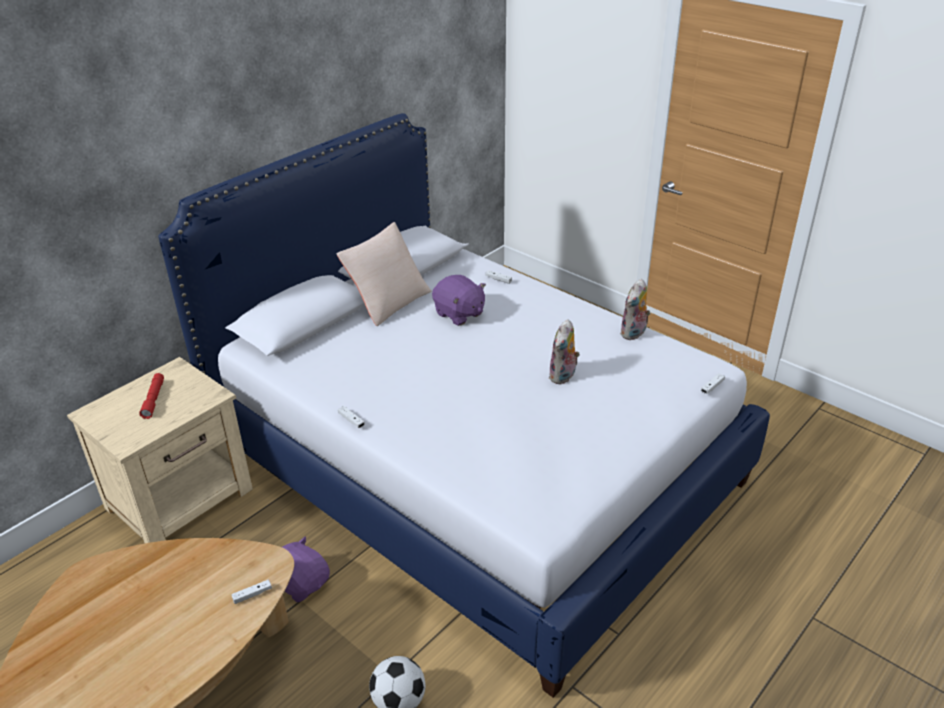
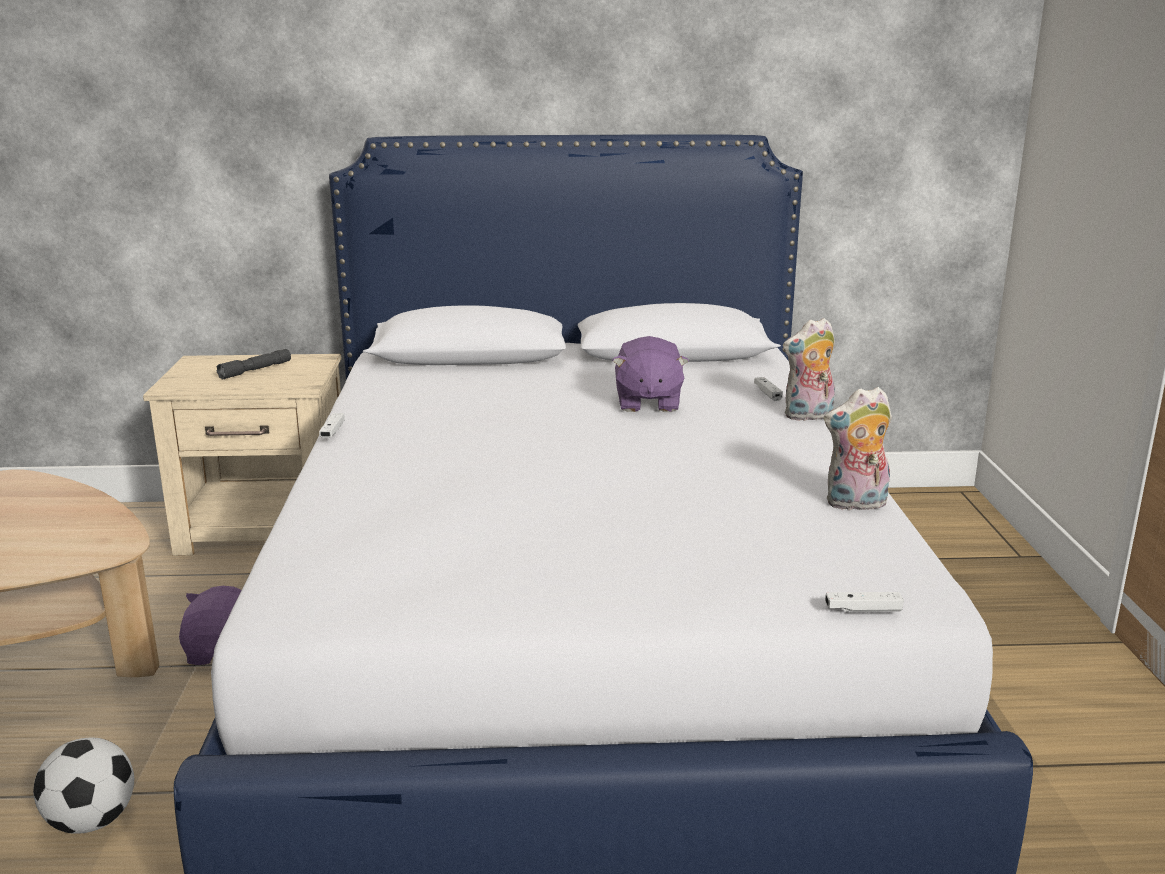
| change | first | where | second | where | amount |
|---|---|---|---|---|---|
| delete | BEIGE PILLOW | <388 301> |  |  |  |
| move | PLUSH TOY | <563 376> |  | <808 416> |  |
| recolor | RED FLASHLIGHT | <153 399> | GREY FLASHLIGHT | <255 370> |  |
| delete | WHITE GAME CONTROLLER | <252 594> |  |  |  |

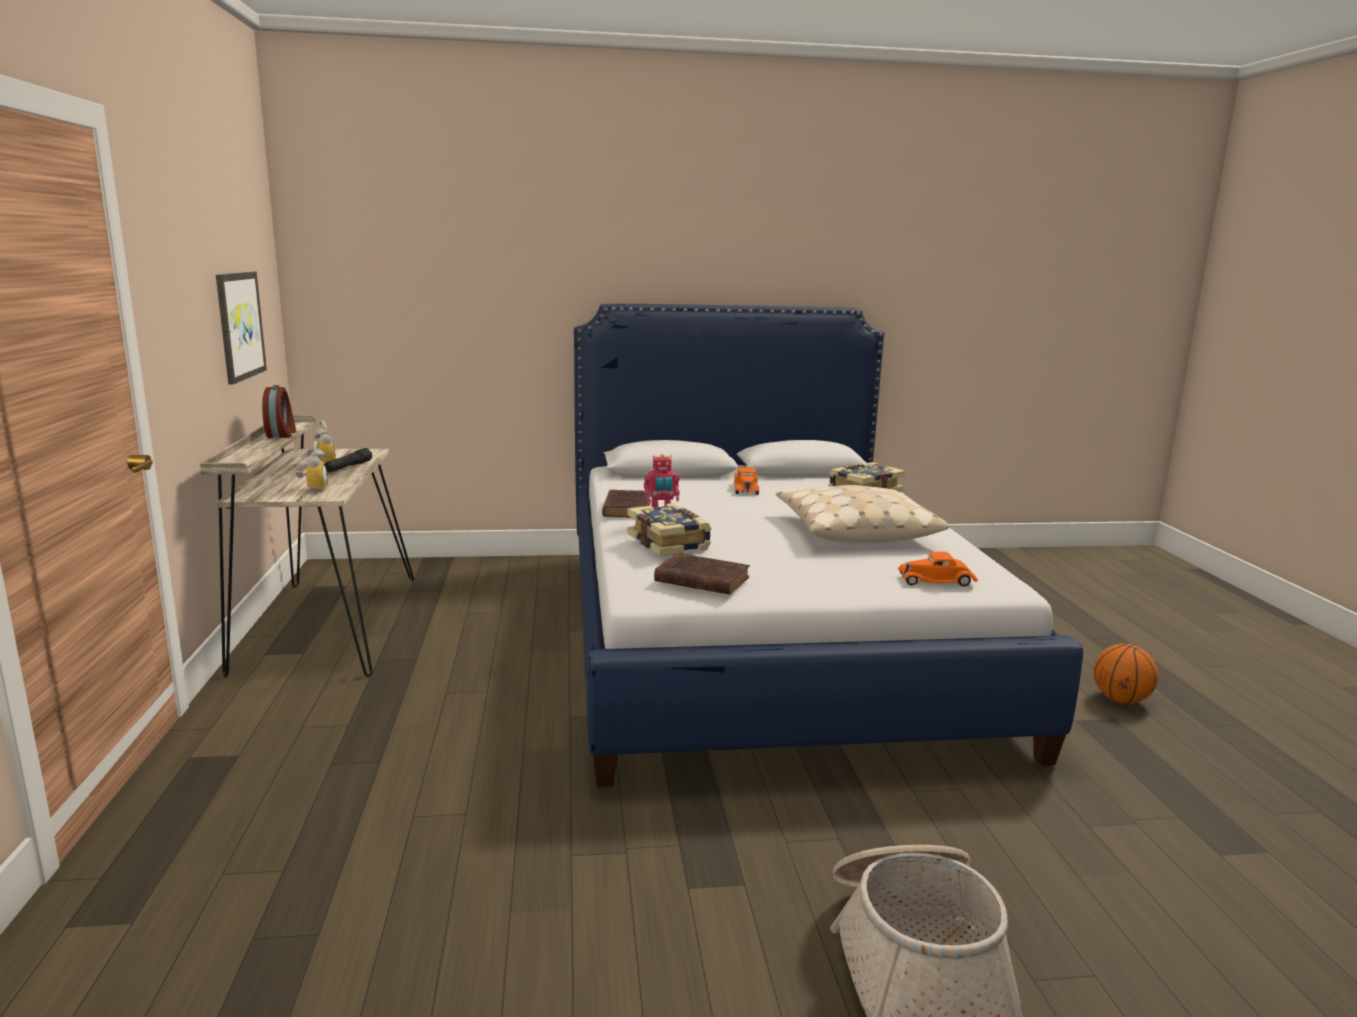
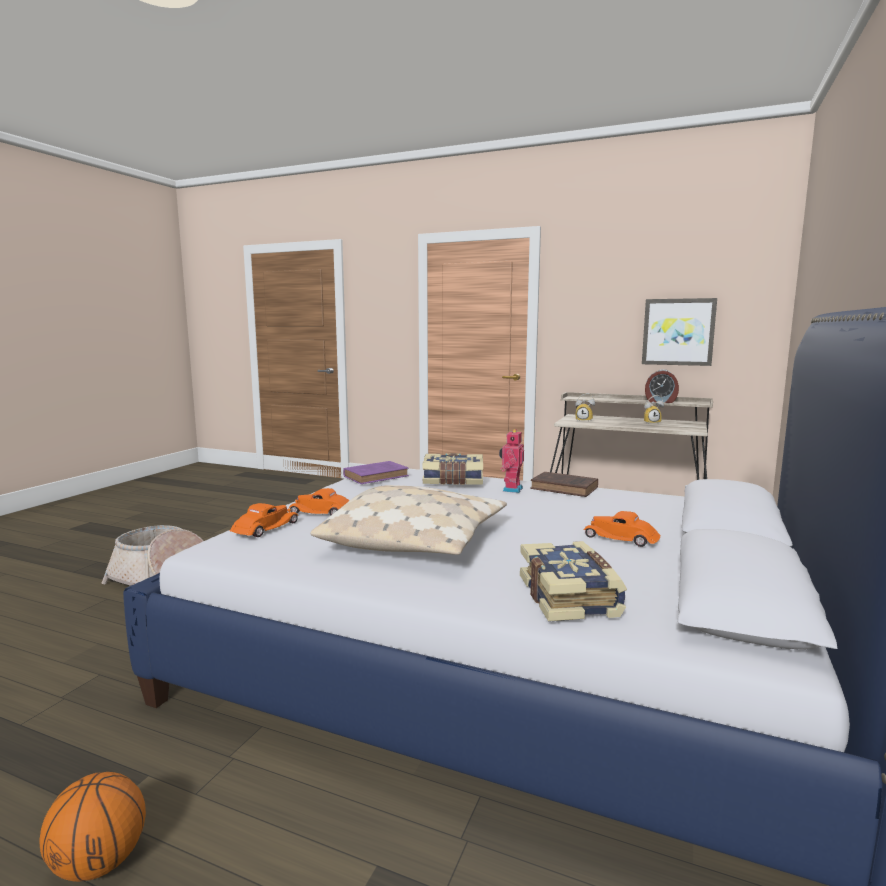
| change | first | where | second | where | amount |
|---|---|---|---|---|---|
| delete | BLACK FLASHLIGHT | <348 467> |  |  |  |
| recolor | BROWN BOOK | <699 579> | PURPLE BOOK | <377 476> |  |
| insert |  |  | ORANGE TOY CAR | <322 512> |  |

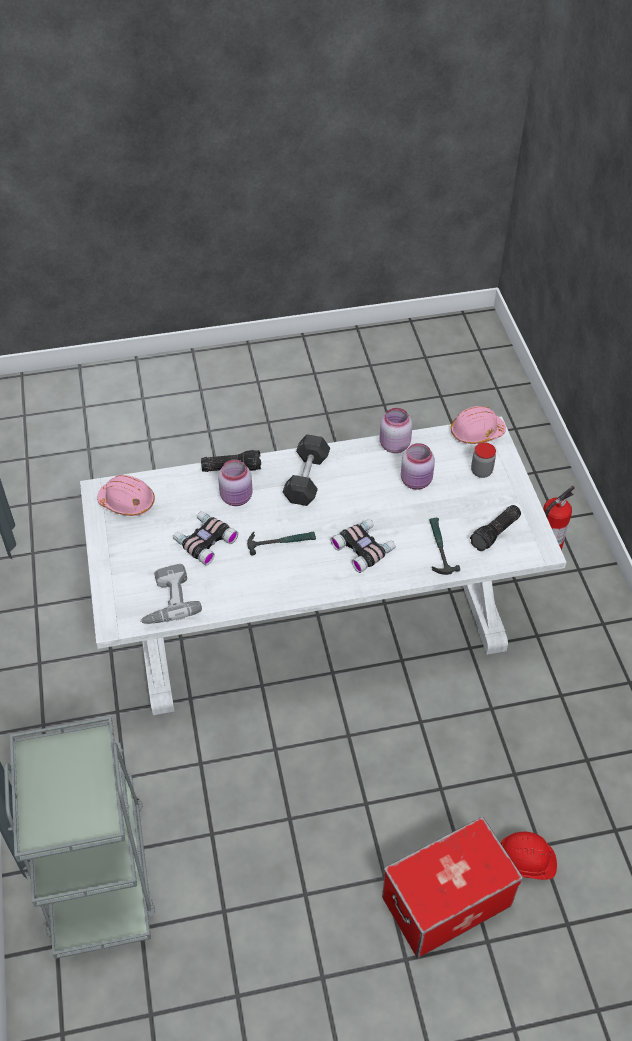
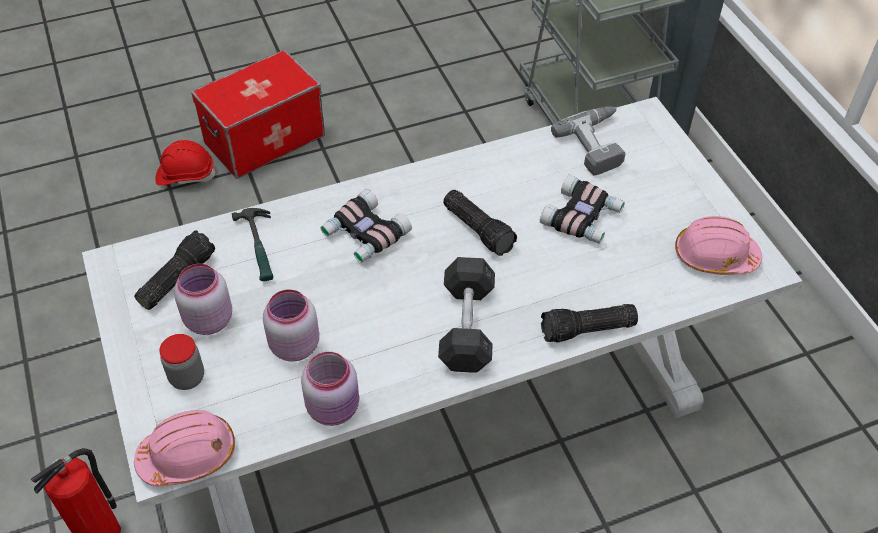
| change | first | where | second | where | amount |
|---|---|---|---|---|---|
| move | PINK JAR | <237 498> |  | <207 320> |  |
| replace | HAMMER | <281 542> | FLASHLIGHT | <479 229> |  |

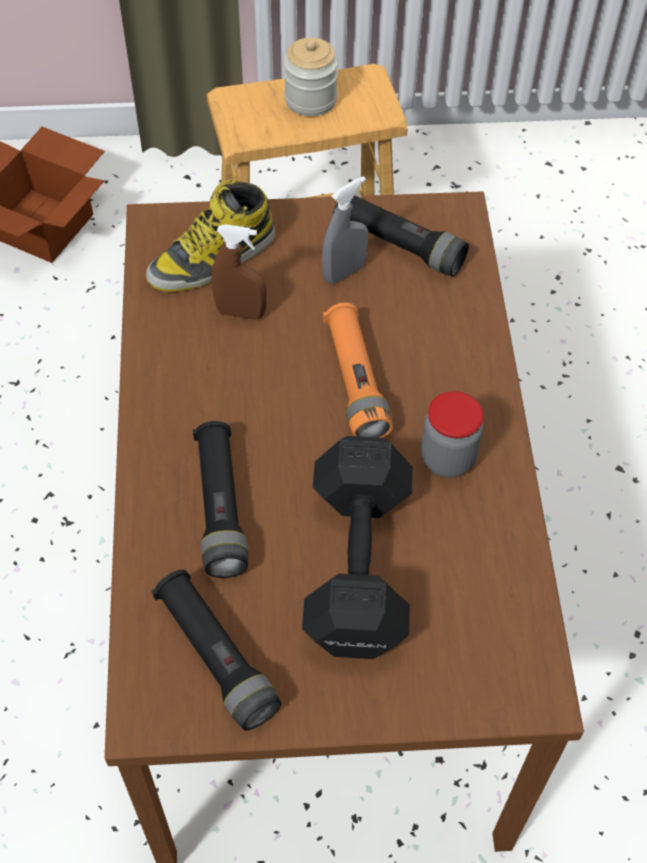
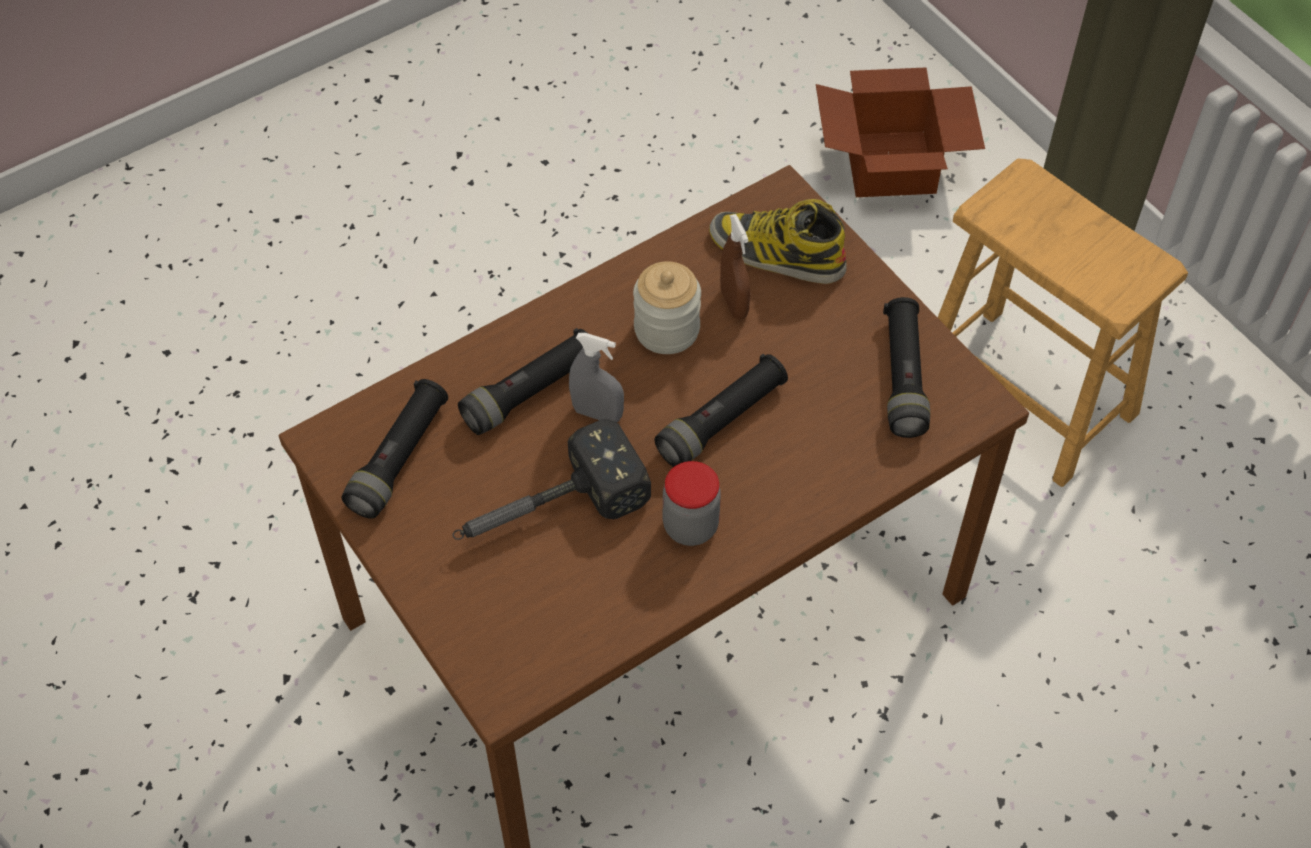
| change | first | where | second | where | amount |
|---|---|---|---|---|---|
| move | JAR | <310 99> |  | <666 329> |  |
| move | GREY SPRAY BOTTLE | <344 272> |  | <597 413> |  |
| recolor | ORANGE FLASHLIGHT | <356 382> | BLACK FLASHLIGHT | <722 421> |  |
| replace | BLACK DUMBBELL | <360 561> | HAMMER | <545 511> |  |

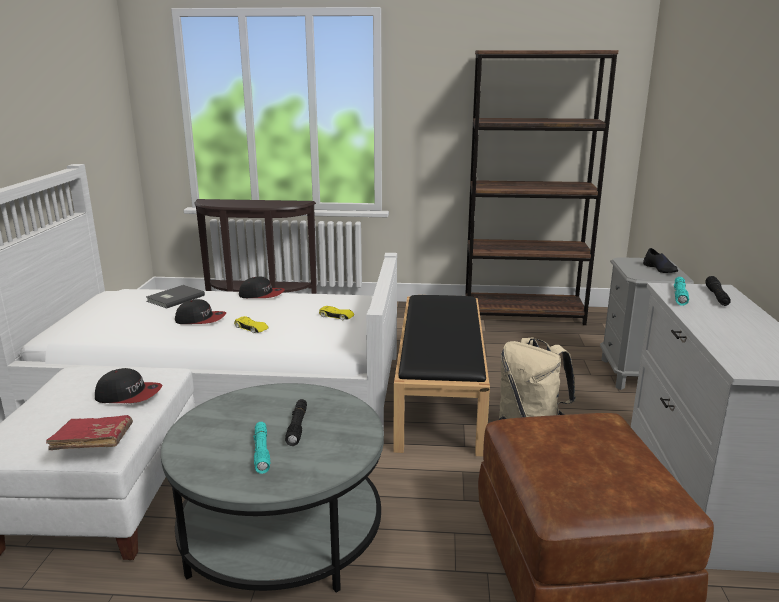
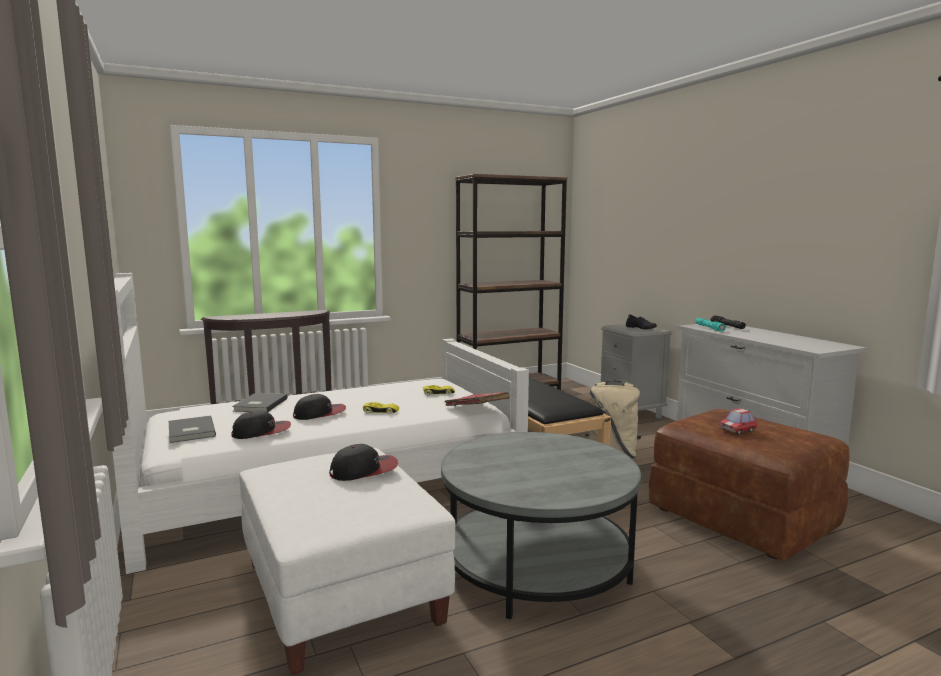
| change | first | where | second | where | amount |
|---|---|---|---|---|---|
| move | CAP | <262 295> |  | <262 432> |  |
| delete | BLACK FLASHLIGHT | <297 427> |  |  |  |
| move | RED BOOK | <94 445> |  | <476 409> |  |
| delete | TURQUOISE FLASHLIGHT | <261 452> |  |  |  |
| insert |  |  | TOY CAR | <738 430> |  |
| insert |  |  | GREY BOOK | <190 431> |  |

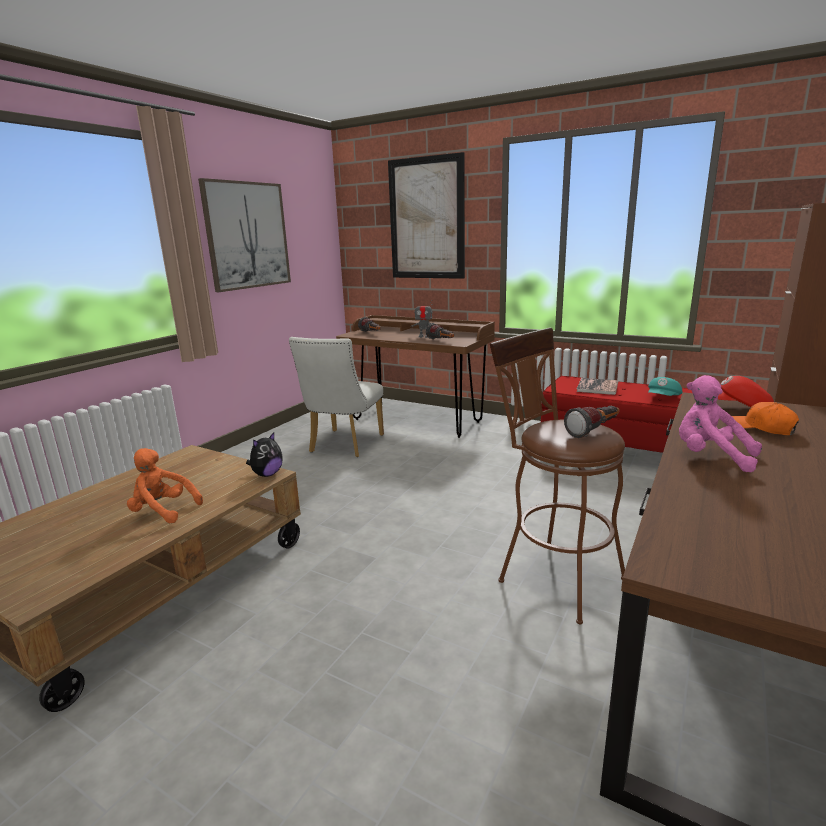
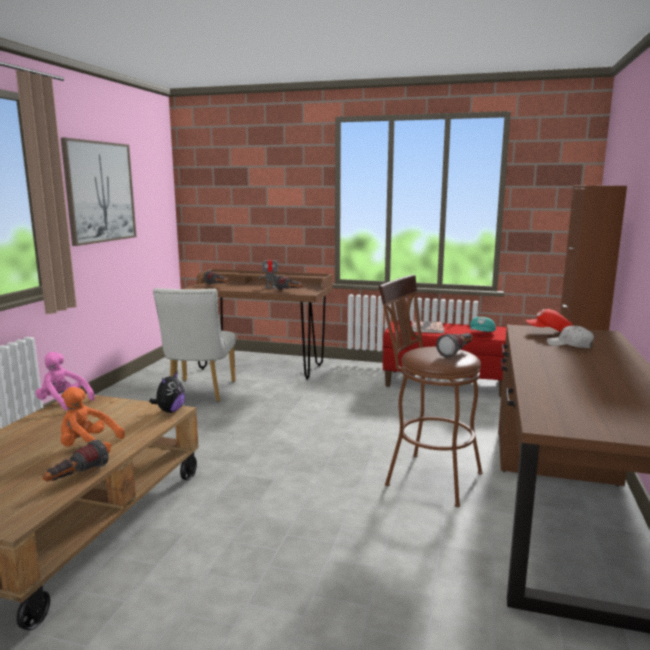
| change | first | where | second | where | amount |
|---|---|---|---|---|---|
| delete | PICTURE | <426 219> |  |  |  |
| move | PINK PLUSH TOY | <710 457> |  | <63 403> |  |
| recolor | ORANGE CAP | <761 428> | WHITE CAP | <570 345> |  |
| insert |  |  | FLASHLIGHT | <76 477> |  |

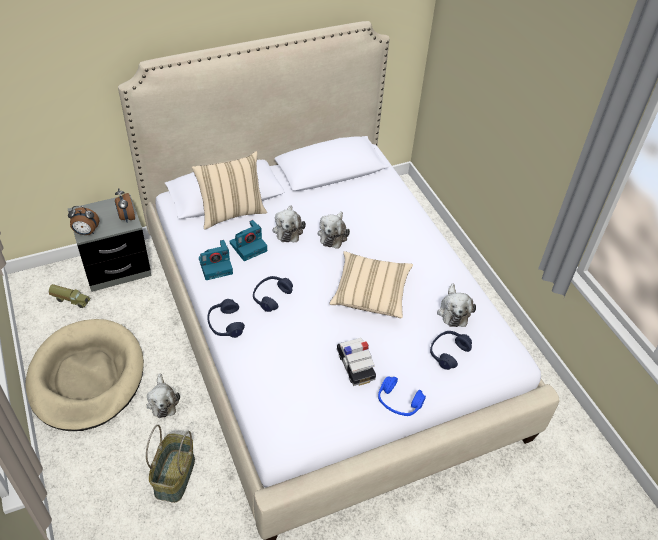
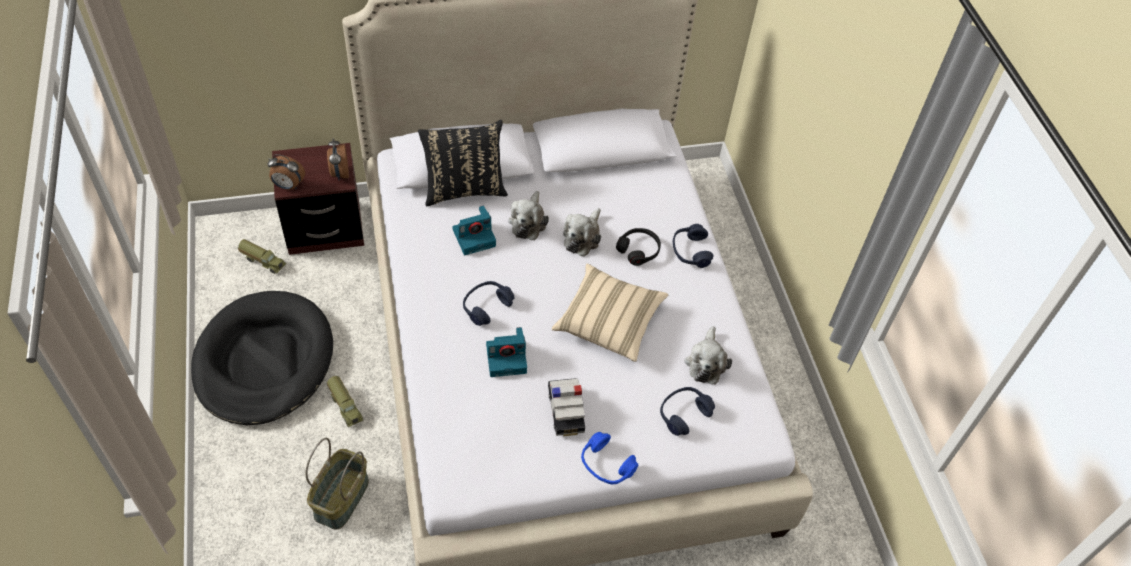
| change | first | where | second | where | amount |
|---|---|---|---|---|---|
| recolor | BEIGE PILLOW | <231 213> | BLACK PILLOW | <464 189> |  |
| recolor | GREY NIGHTSTAND | <116 268> | BROWN NIGHTSTAND | <324 228> |  |
| move | PHOTO CAMERA | <216 266> |  | <507 358> |  |
| move | BLUE HEADPHONES | <225 324> |  | <690 251> |  |
| recolor | BEIGE DOG BED | <86 377> | BLACK DOG BED | <264 361> |  |
| replace | PLUSH TOY | <163 401> | TOY TRUCK | <346 406> |  |
| insert |  |  | BLACK HEADPHONES | <638 250> |  |

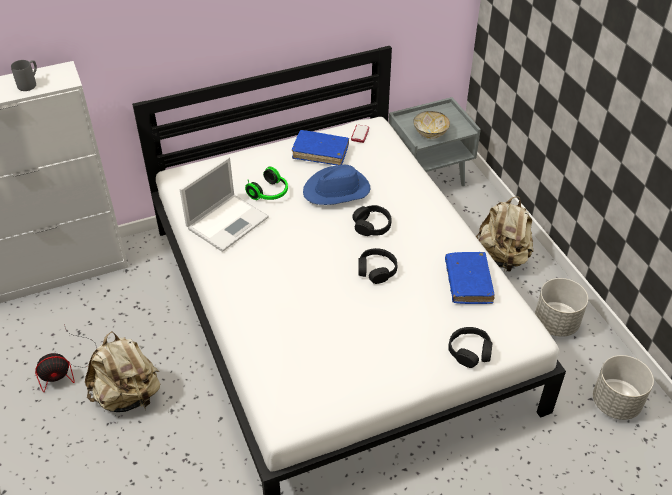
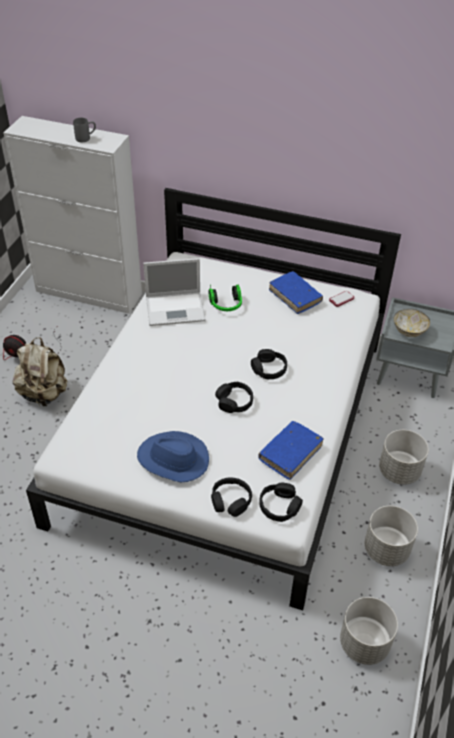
| change | first | where | second | where | amount |
|---|---|---|---|---|---|
| move | BLUE HAT | <337 190> |  | <173 459> |  |
| replace | BEIGE BACKPACK | <501 258> | GREY PLANTER | <399 471> |  |
| insert |  |  | BLACK HEADPHONES | <279 506> |  |

